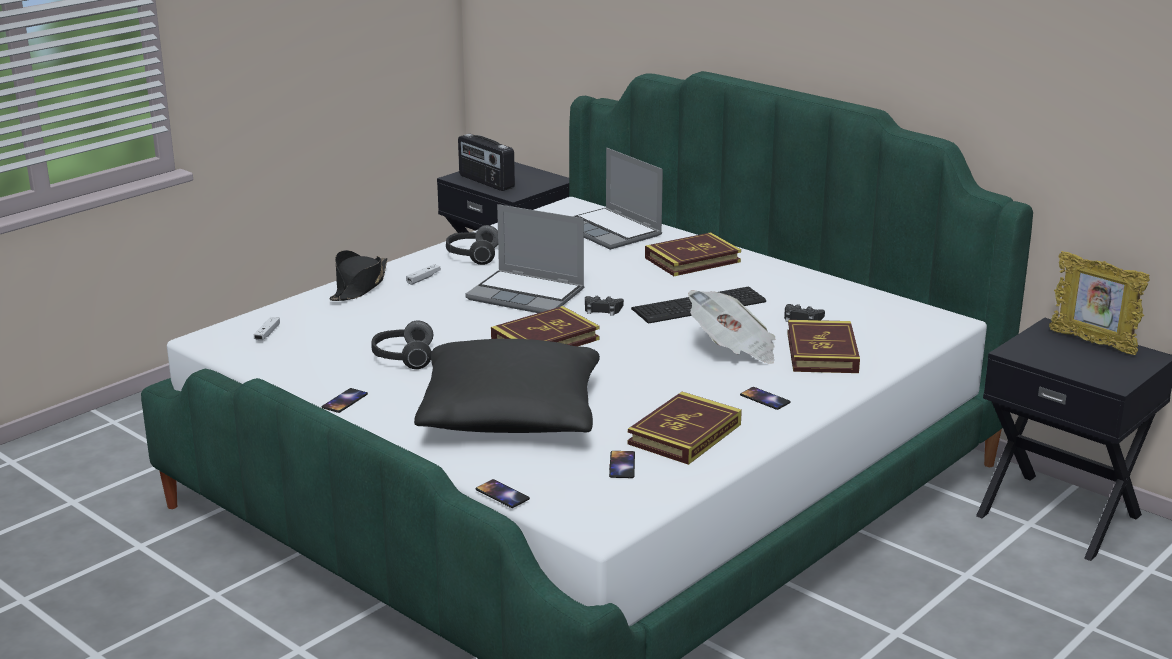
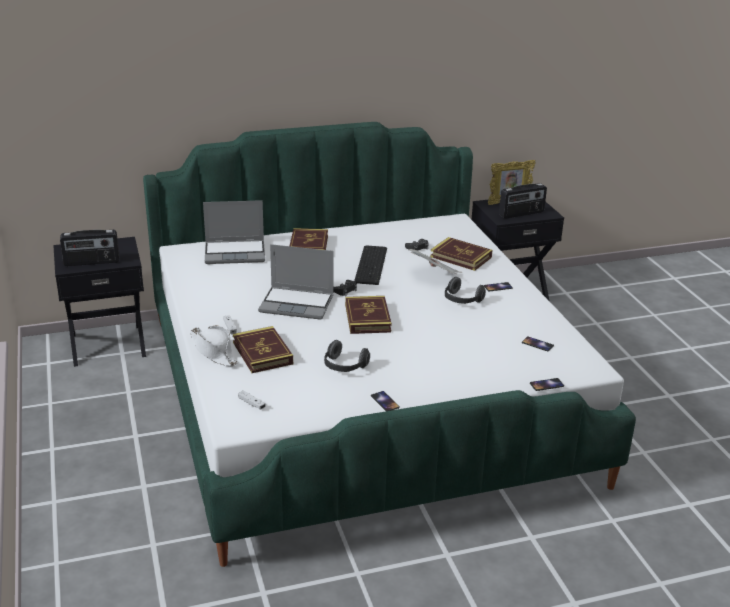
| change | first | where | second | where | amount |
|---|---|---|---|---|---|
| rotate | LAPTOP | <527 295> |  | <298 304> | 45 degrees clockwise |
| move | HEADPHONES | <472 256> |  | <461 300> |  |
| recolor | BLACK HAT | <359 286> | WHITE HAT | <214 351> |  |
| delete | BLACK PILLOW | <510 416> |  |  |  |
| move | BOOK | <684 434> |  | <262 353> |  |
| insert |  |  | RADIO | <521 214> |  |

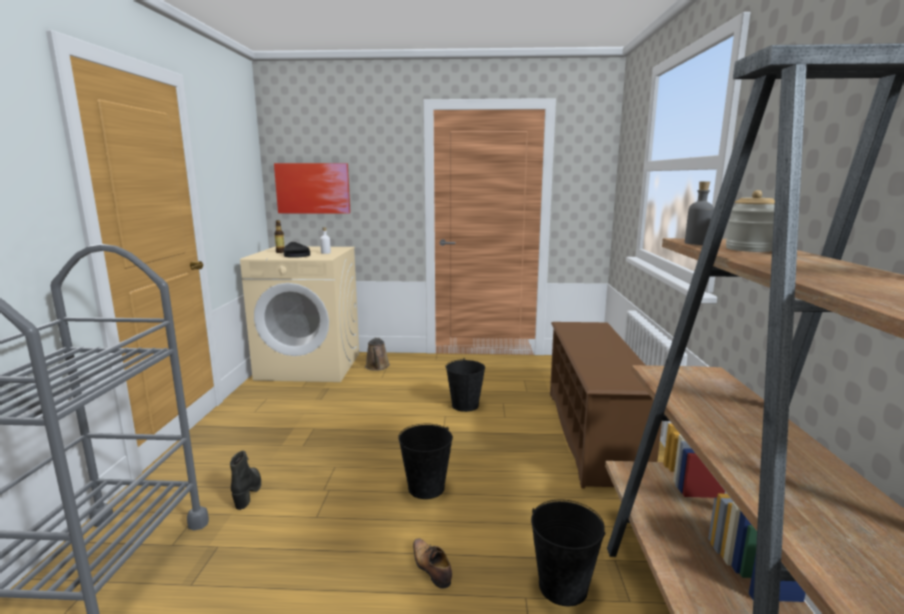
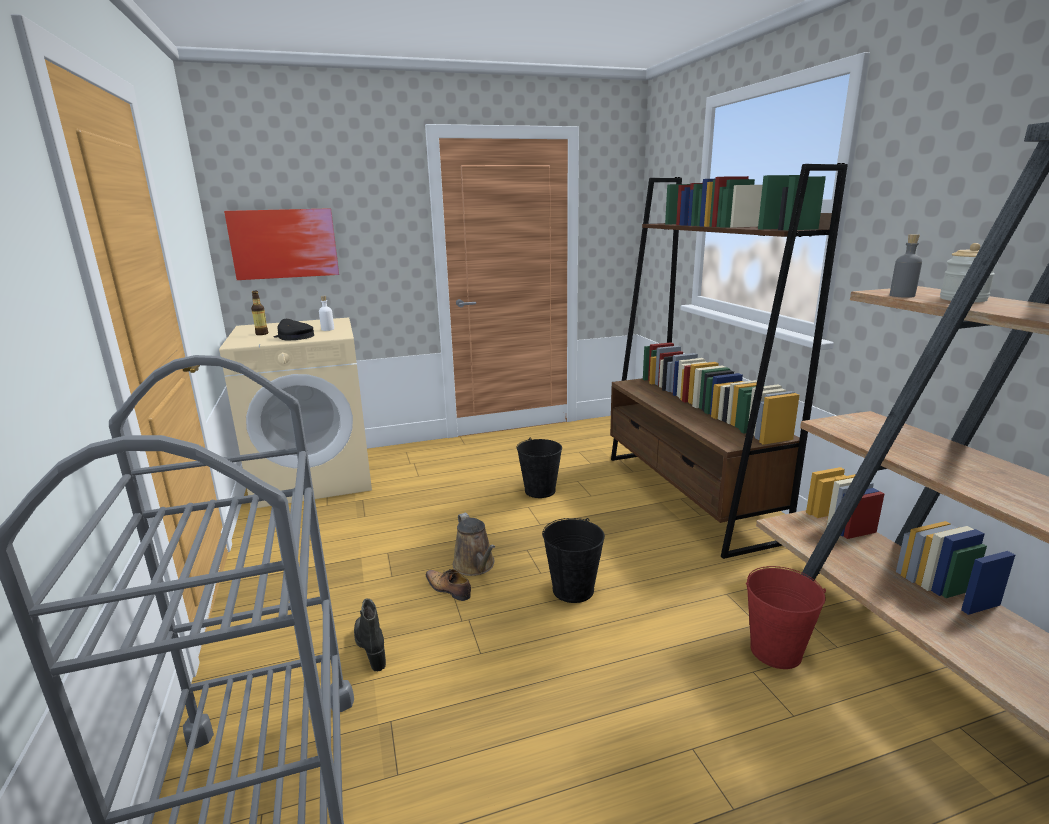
| change | first | where | second | where | amount |
|---|---|---|---|---|---|
| replace | BROWN SHOE RACK | <593 433> | BROWN BOOKCASE | <688 495> |  |
| move | BROWN WATERING CAN | <377 367> |  | <475 566> |  |
| recolor | BLACK BUCKET | <563 587> | RED BUCKET | <776 651> |  |
| move | SHOE | <431 567> |  | <448 589> |  |

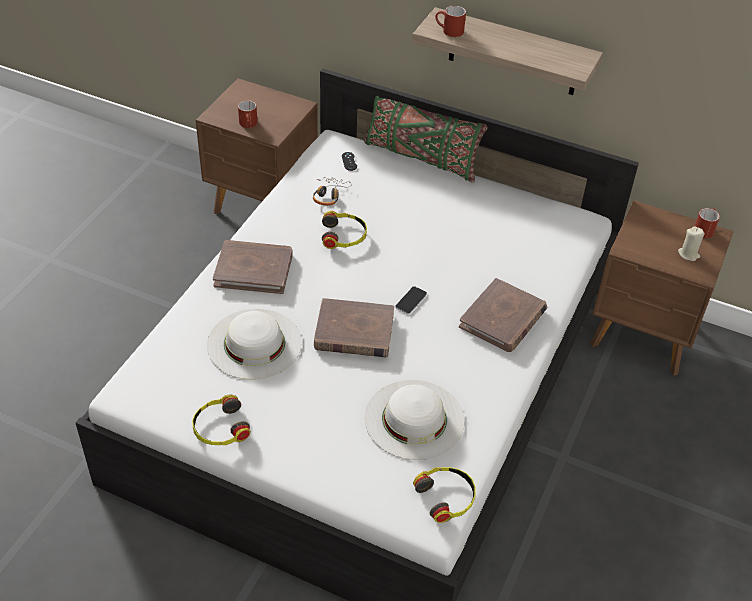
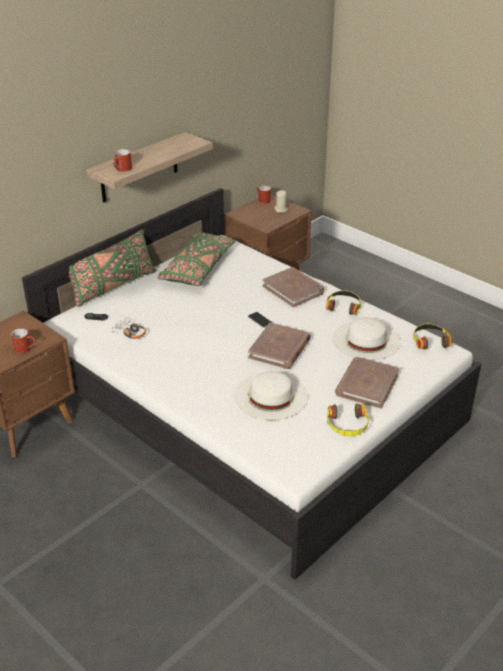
| change | first | where | second | where | amount |
|---|---|---|---|---|---|
| move | HEADPHONES | <344 235> |  | <343 306> |  |
| move | BROWN BOOK | <254 269> |  | <366 385> |  |
| insert |  |  | GREEN PILLOW | <197 268> |  |

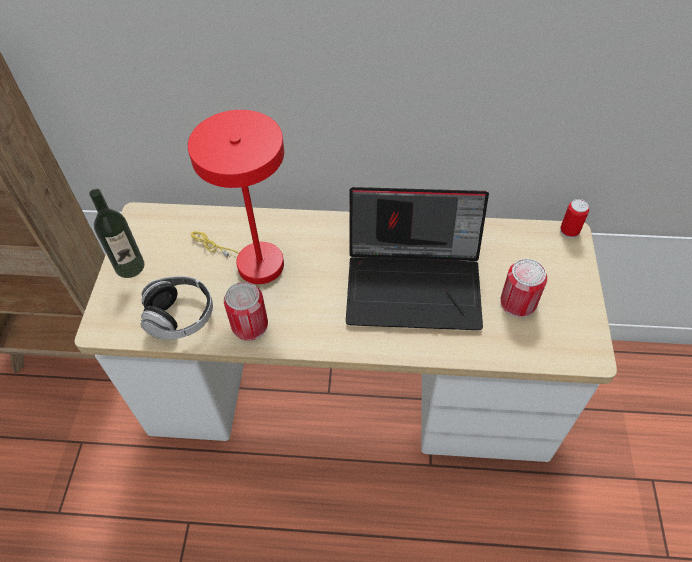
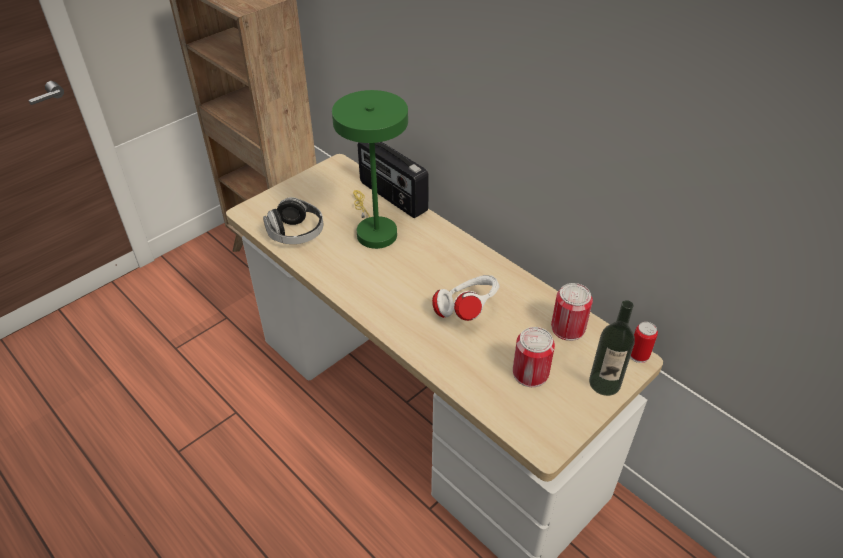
| change | first | where | second | where | amount |
|---|---|---|---|---|---|
| recolor | RED TABLE LAMP | <252 262> | GREEN TABLE LAMP | <373 230> |  |
| replace | LAPTOP | <415 284> | WHITE HEADPHONES | <467 311> |  |
| move | BOTTLE | <130 266> |  | <604 383> |  |
| move | CAN | <250 325> |  | <568 328> |  |
| insert |  |  | RADIO | <392 197> |  |

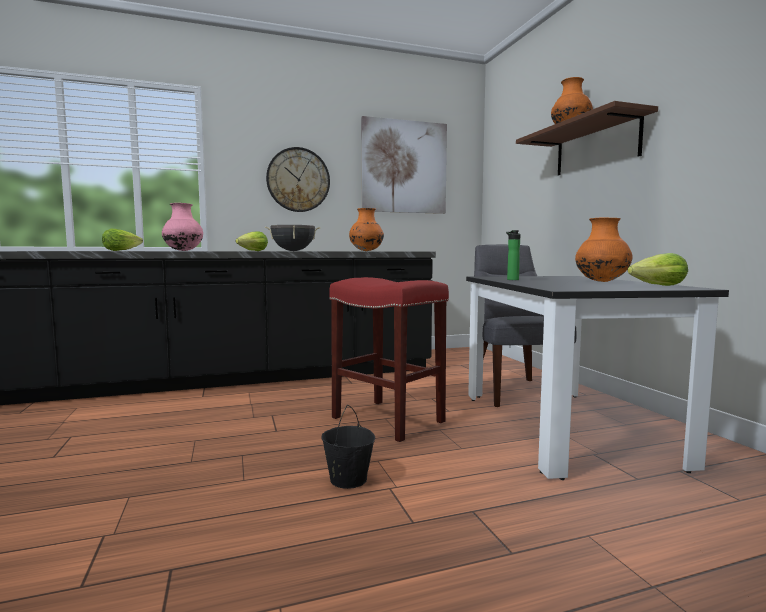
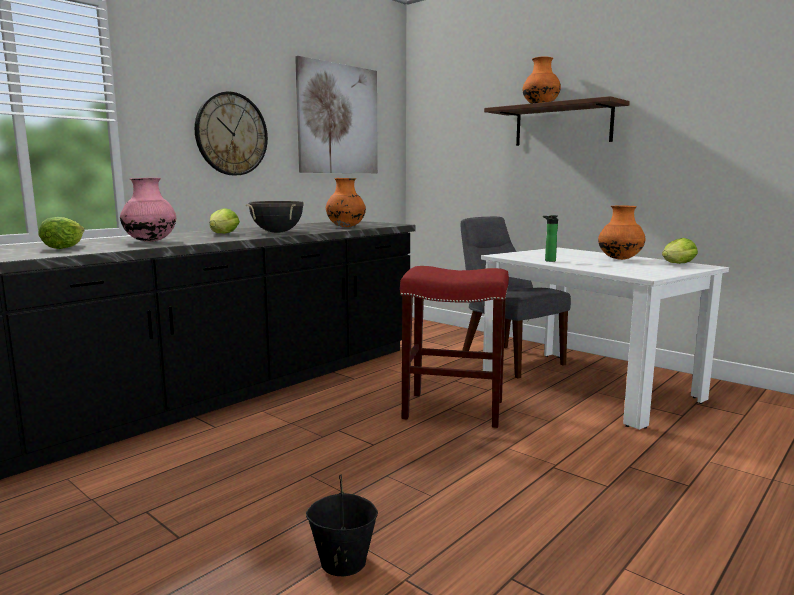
| change | first | where | second | where | amount |
|---|---|---|---|---|---|
| recolor | BLACK DINING TABLE | <561 427> | WHITE DINING TABLE | <587 386> |  |
| move | BLACK BUCKET | <347 479> |  | <342 562> |  |

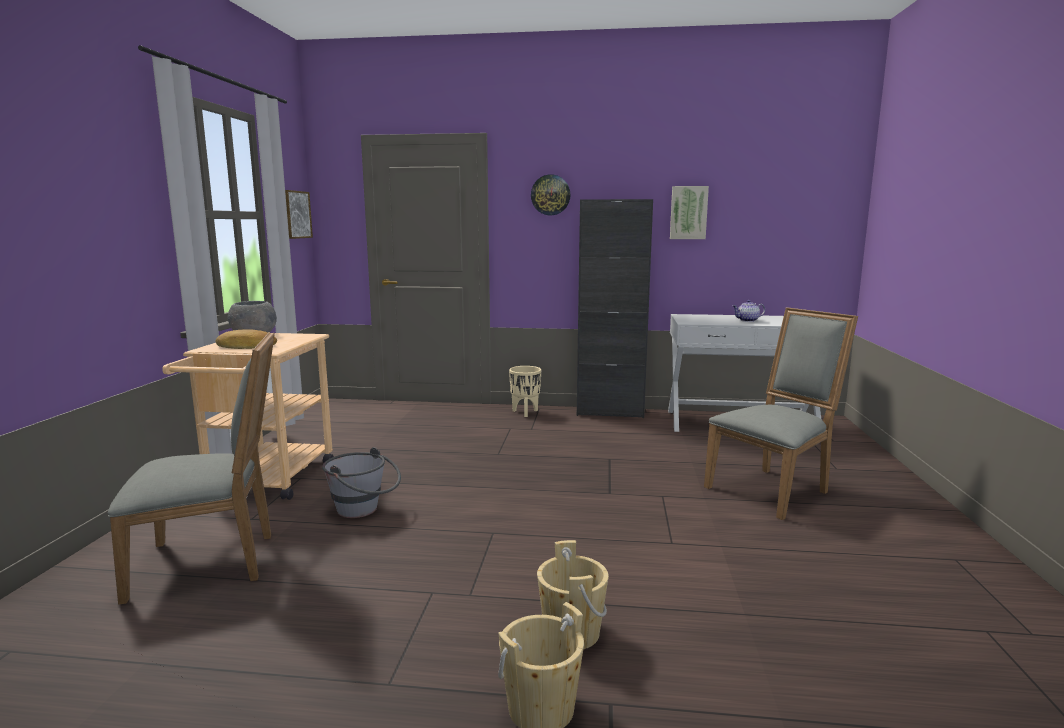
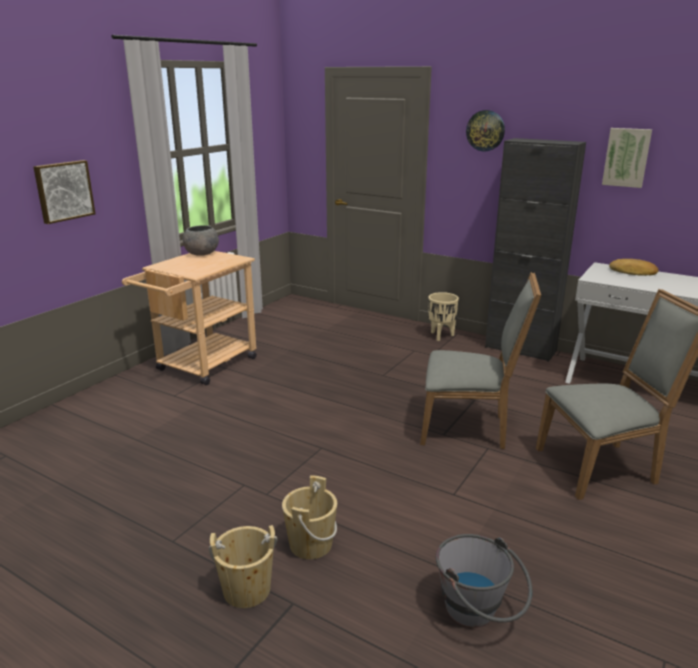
| change | first | where | second | where | amount |
|---|---|---|---|---|---|
| move | PICTURE | <295 214> |  | <63 191> |  |
| delete | TEAPOT | <747 320> |  |  |  |
| move | BREAD | <246 346> |  | <633 272> |  |
| move | GREY CHAIR | <213 562> |  | <469 428> |  |
| move | GREY BUCKET | <364 511> |  | <479 614> |  |

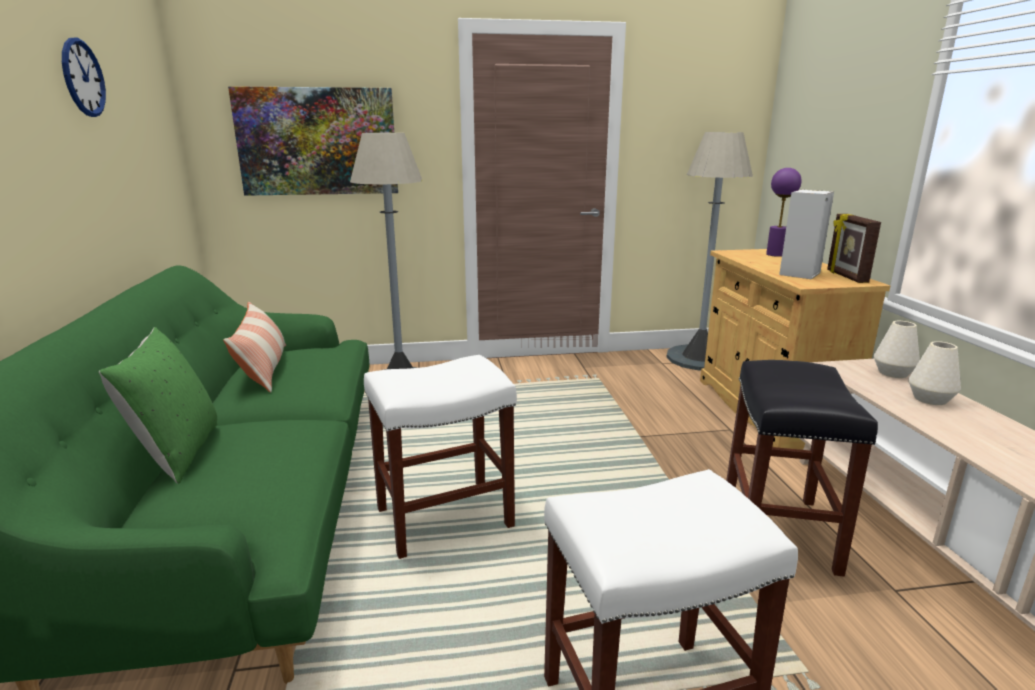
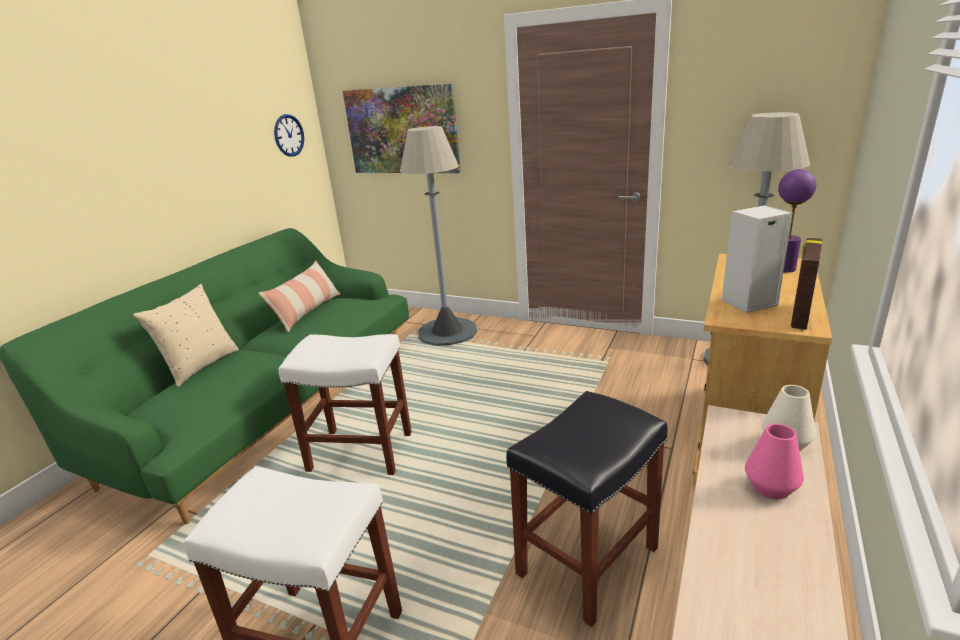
| change | first | where | second | where | amount |
|---|---|---|---|---|---|
| move | WALL CLOCK | <83 78> |  | <289 135> |  |
| recolor | GREEN PILLOW | <177 453> | BEIGE PILLOW | <200 365> |  |
| recolor | WHITE VASE | <930 399> | PINK VASE | <770 488> |  |

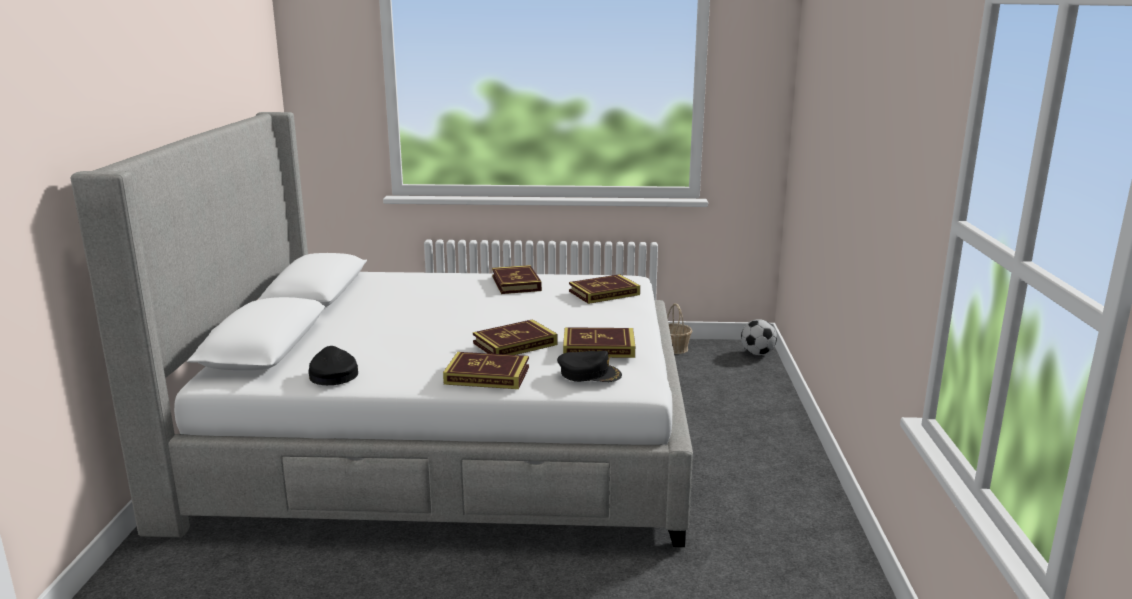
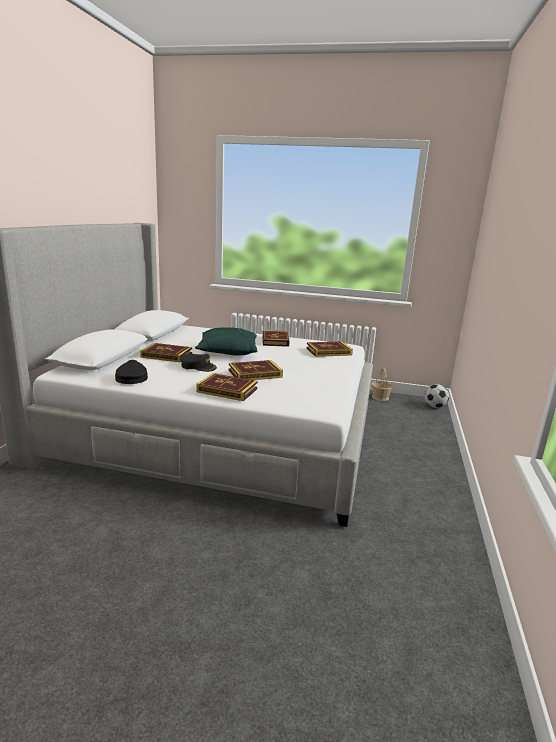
| change | first | where | second | where | amount |
|---|---|---|---|---|---|
| move | BOOK | <598 347> |  | <166 355> |  |
| move | BLACK CAP | <589 373> |  | <198 366> |  |
| insert |  |  | GREEN PILLOW | <227 352> |  |

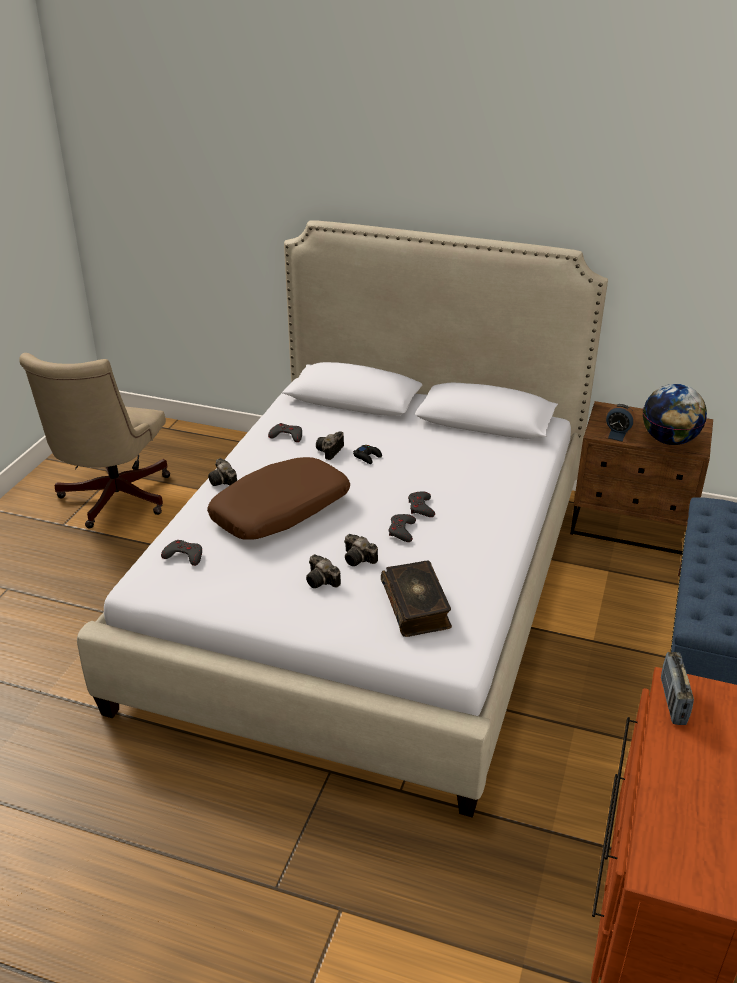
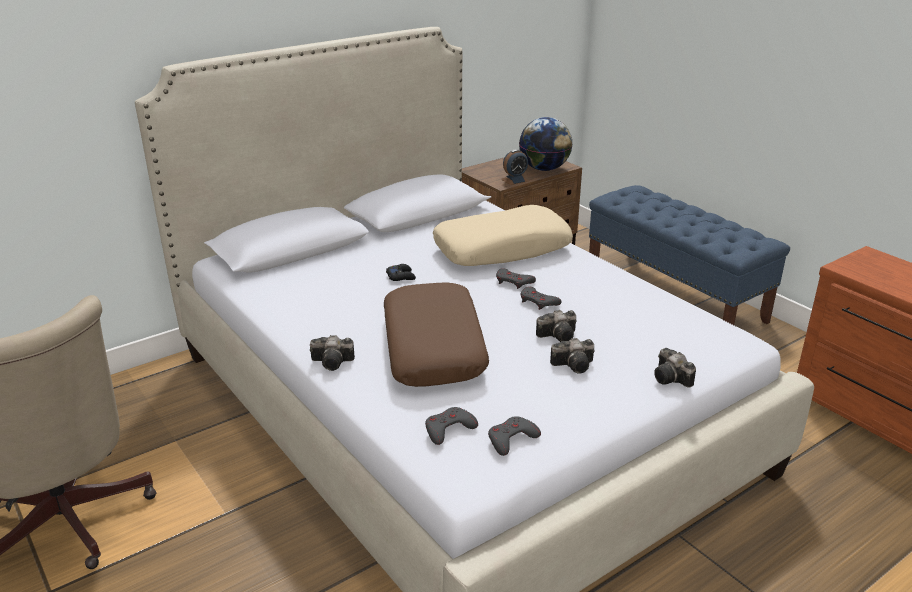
| change | first | where | second | where | amount |
|---|---|---|---|---|---|
| move | GREY GAME CONTROLLER | <286 436> |  | <511 439> |  |
| move | PHOTO CAMERA | <329 452> |  | <672 379> |  |
| delete | BOOK | <416 606> |  |  |  |
| delete | RADIO | <672 702> |  |  |  |
| insert |  |  | BEIGE PILLOW | <502 249> |  |

